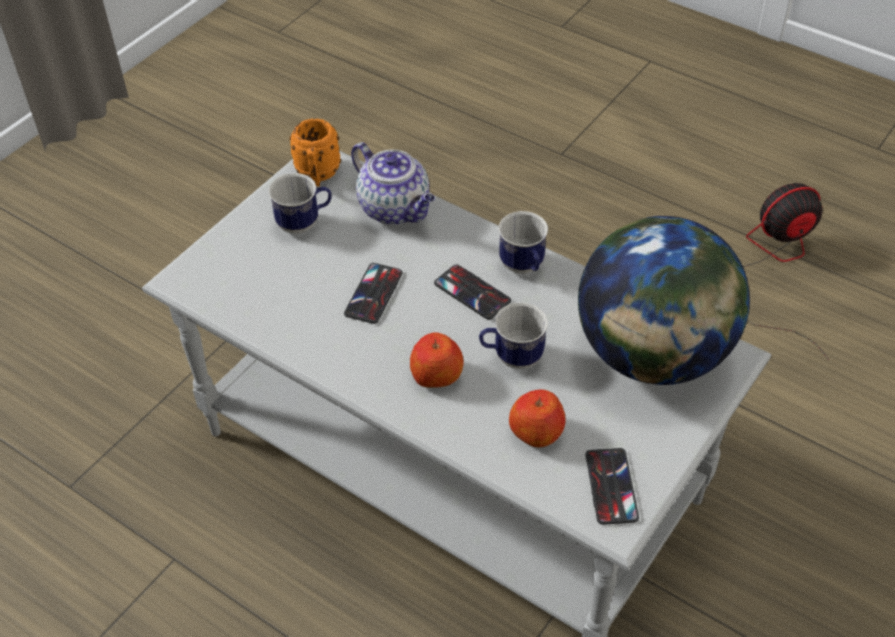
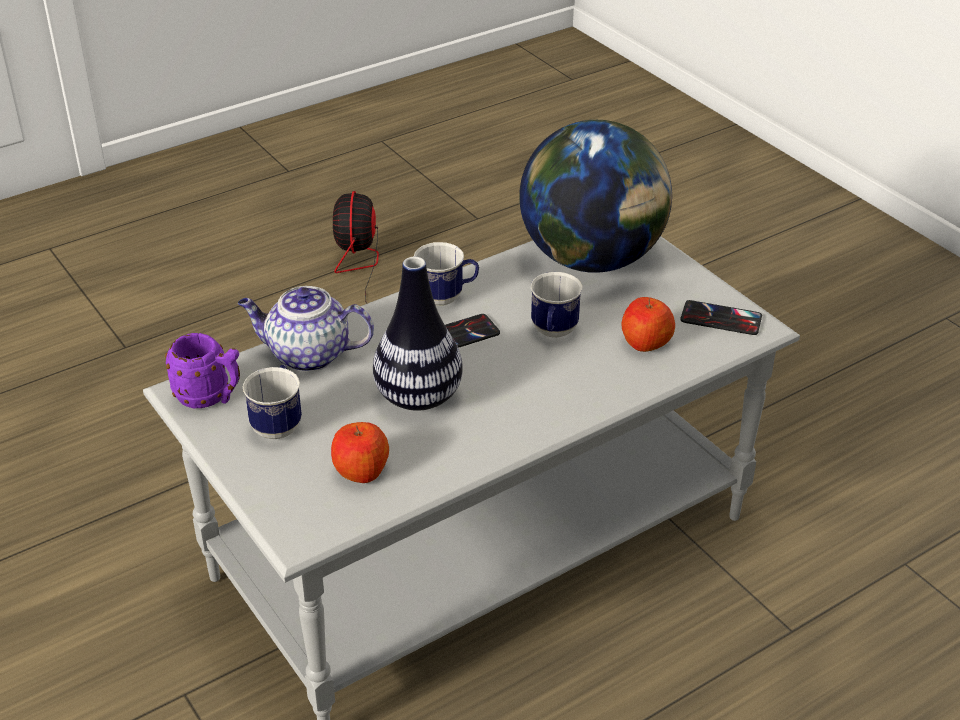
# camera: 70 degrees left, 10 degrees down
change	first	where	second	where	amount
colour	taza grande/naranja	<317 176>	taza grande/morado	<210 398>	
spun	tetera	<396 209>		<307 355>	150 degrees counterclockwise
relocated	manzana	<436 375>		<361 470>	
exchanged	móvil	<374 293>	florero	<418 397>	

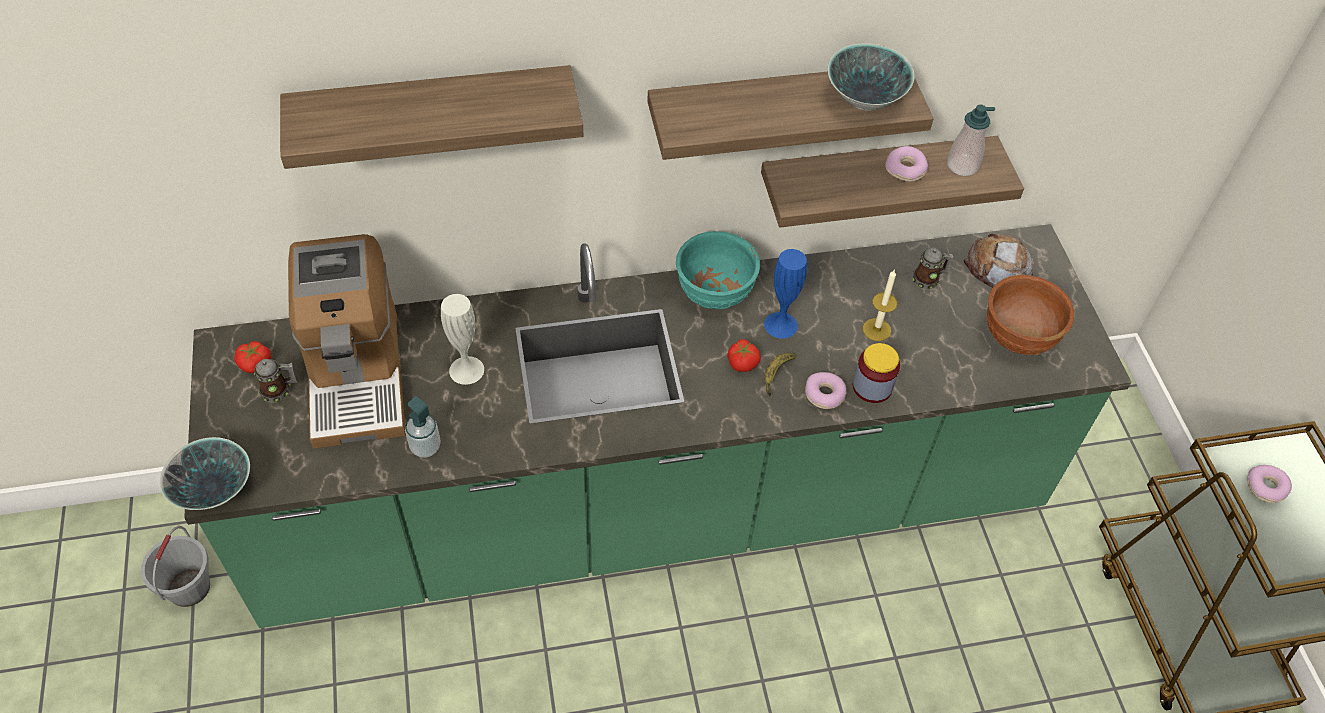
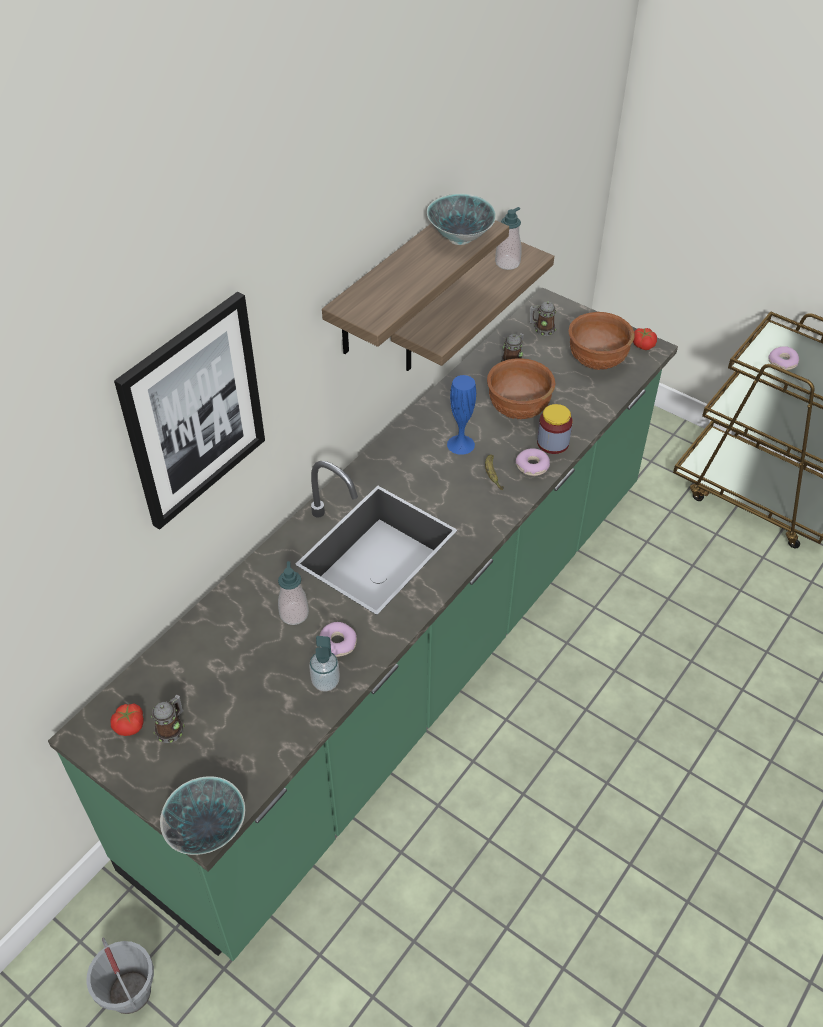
# camera: 40 degrees left, 5 degrees down
change	first	where	second	where	amount
exchanged	estante	<433 115>	cuadro	<193 411>	
exchanged	florero/blanco	<466 370>	dispensador de jabón	<294 614>	
relocated	rosquilla	<905 169>		<338 643>	
exchanged	vela	<876 329>	cuenco/marrón	<518 409>	
exchanged	pan	<997 266>	taza grande	<542 329>	
relocated	tomate	<743 362>		<643 345>	
missing	cafetera	<356 375>			
missing	cuenco/turquesa	<713 293>			

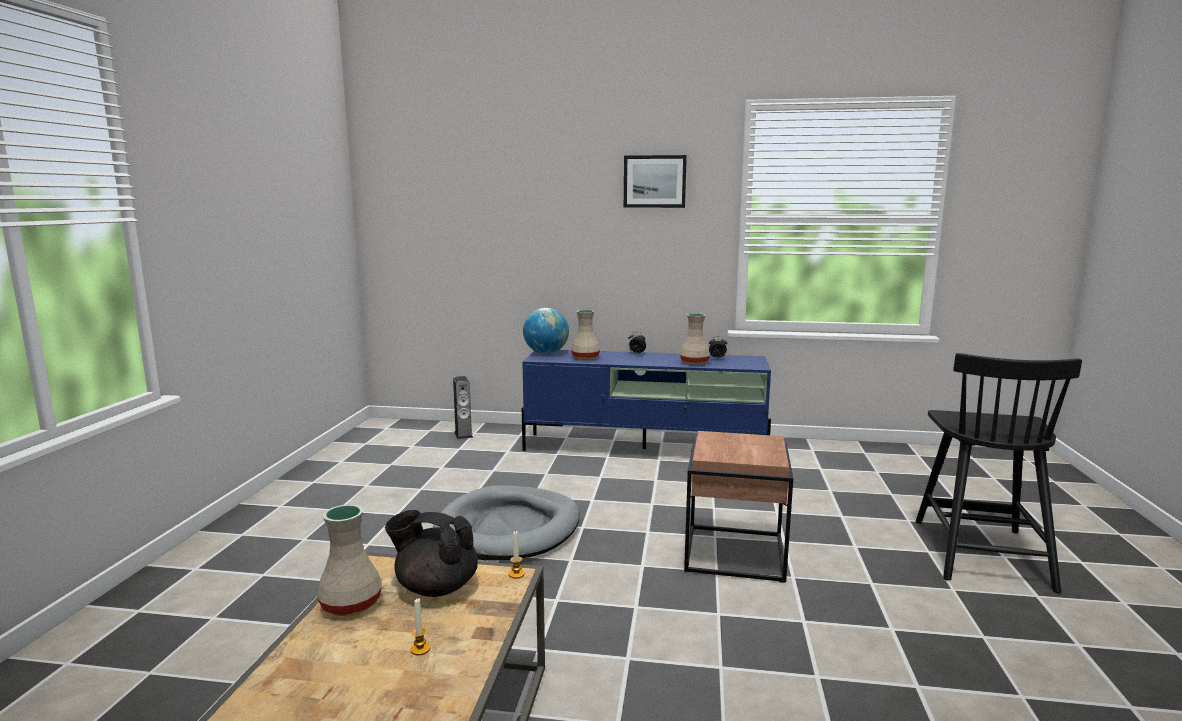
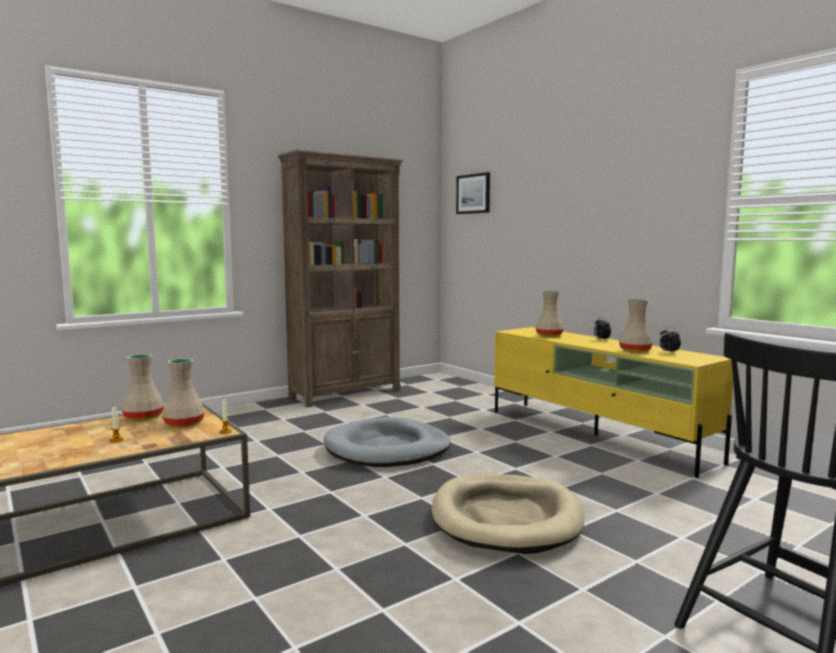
# camera: 45 degrees right, 5 degrees down
change	first	where	second	where	amount
exchanged	tetera/negro	<436 587>	florero/beis	<184 424>	
appeared			estantería/marrón	<346 394>	
exchanged	mesa auxiliar/marrón	<733 552>	cama para perro/beis	<506 518>	
relocated	cuadro	<654 181>		<473 194>	
colour	mueble de televisión/azul	<645 448>	mueble de televisión/amarillo	<596 435>	
missing	altavoz	<463 434>			
missing	globo terráqueo	<546 353>			

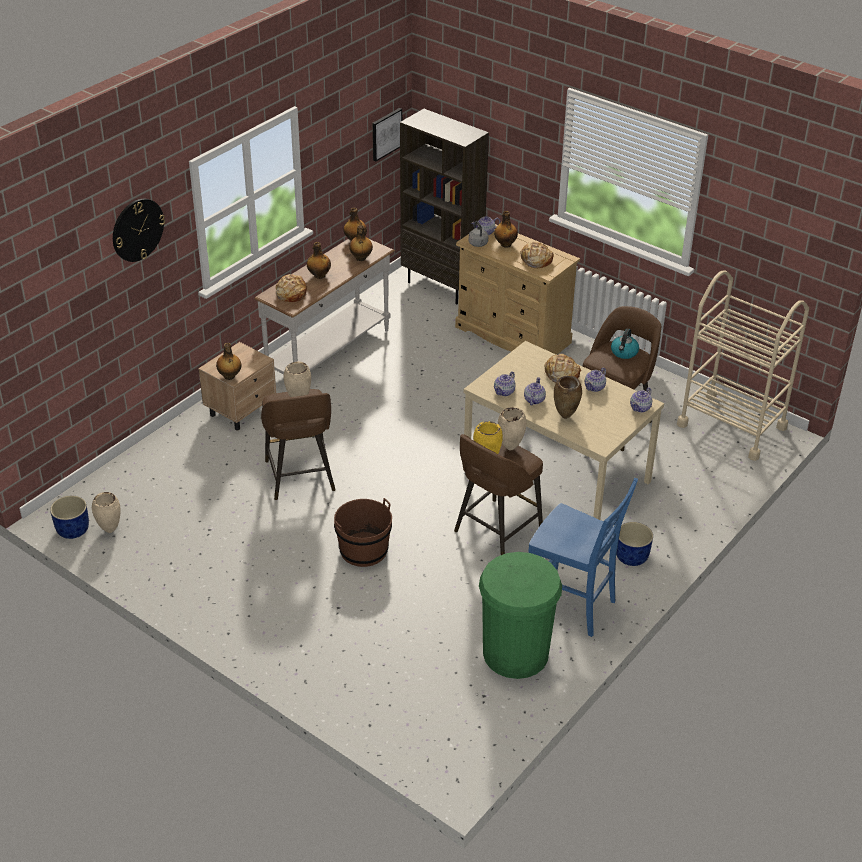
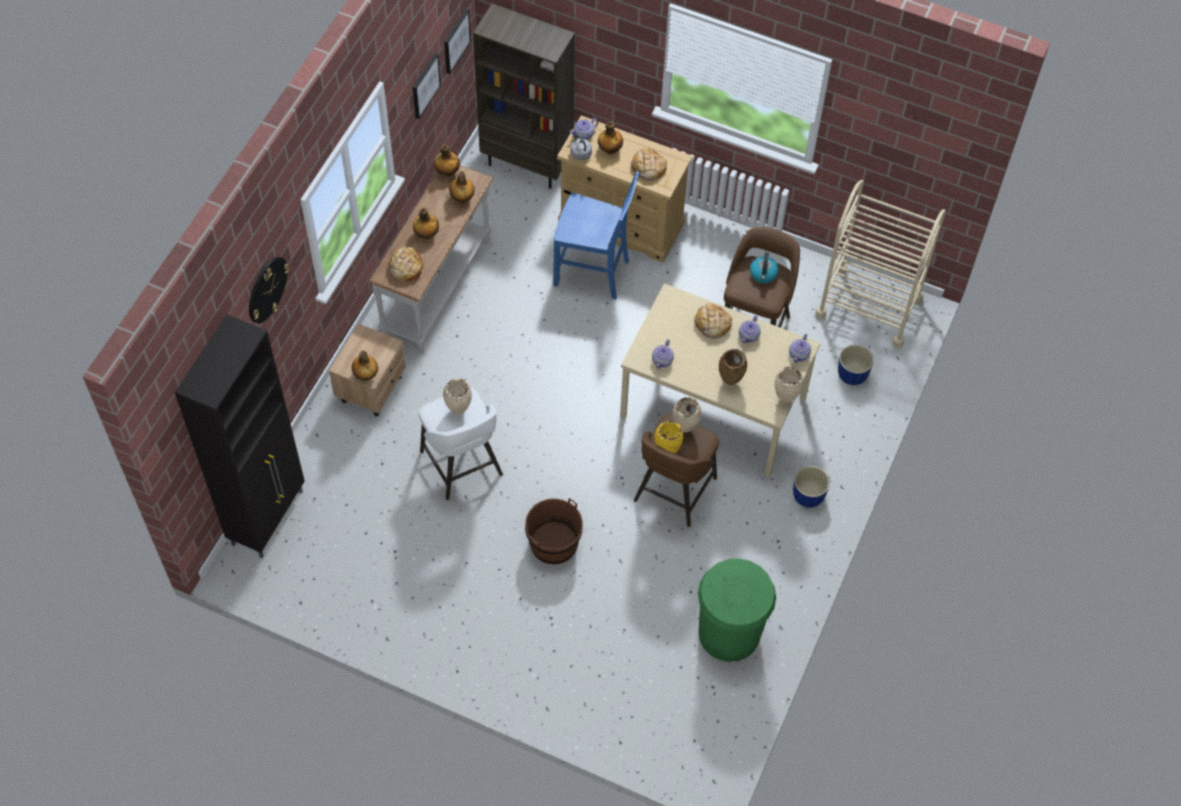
# camera: 15 degrees left, 20 degrees up
change	first	where	second	where	amount
appeared			armario/negro	<269 517>	
appeared			cuadro	<424 85>	
colour	taburete/marrón	<300 477>	taburete/blanco	<462 465>	
relocated	silla/azul	<572 606>		<593 273>	
relocated	florero/beis	<109 530>		<785 399>	
relocated	maceta/azul	<72 530>		<851 374>	
missing	tetera	<534 400>			

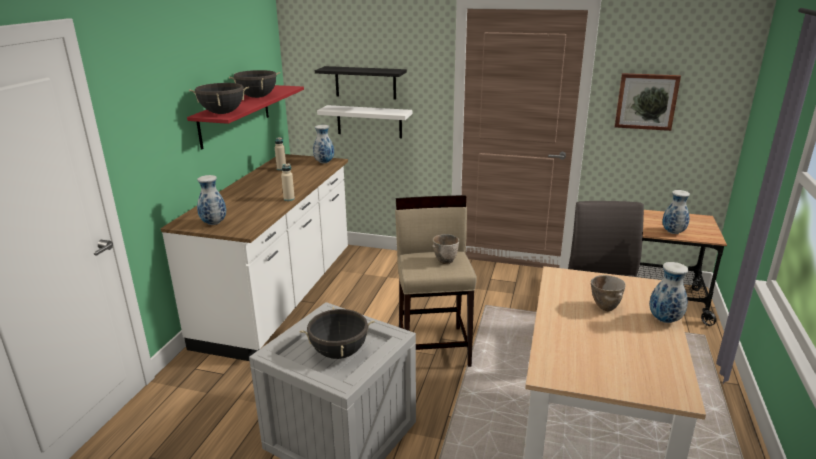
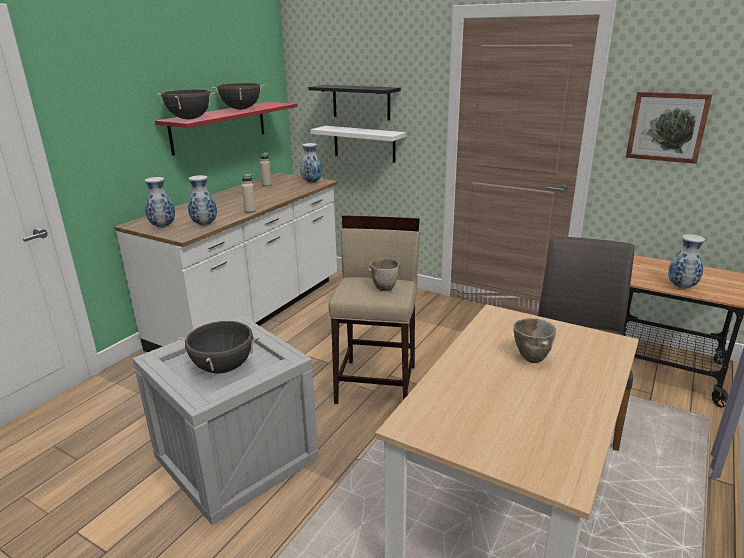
# camera: 15 degrees right, 0 degrees up
change	first	where	second	where	amount
relocated	florero	<664 320>		<204 224>	

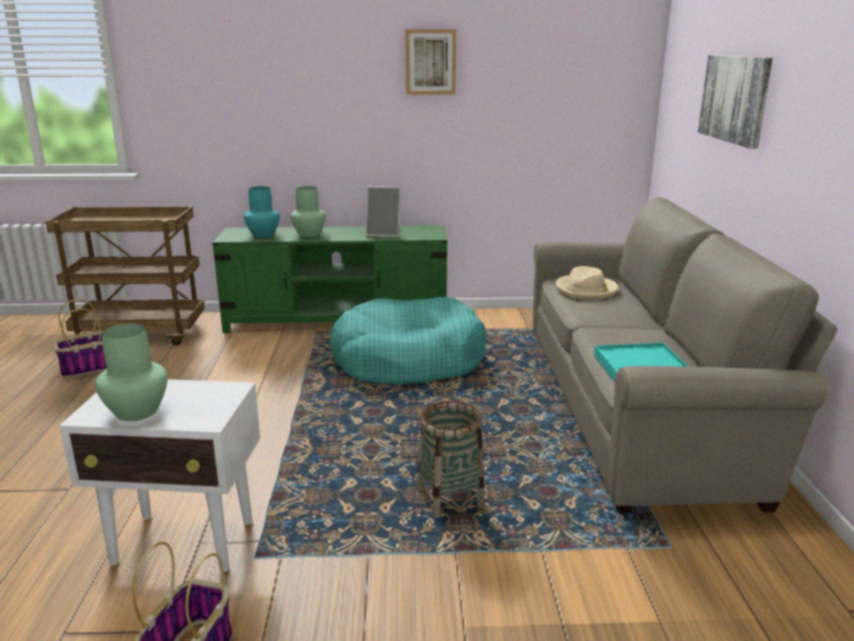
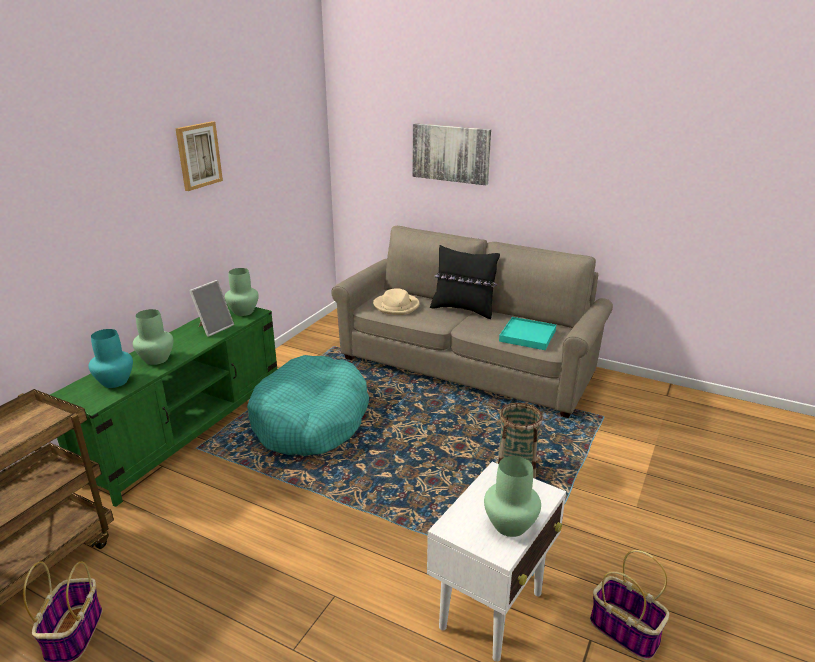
# camera: 60 degrees left, 5 degrees up
change	first	where	second	where	amount
appeared			florero/verde	<243 312>	
appeared			cojín/negro	<463 309>	

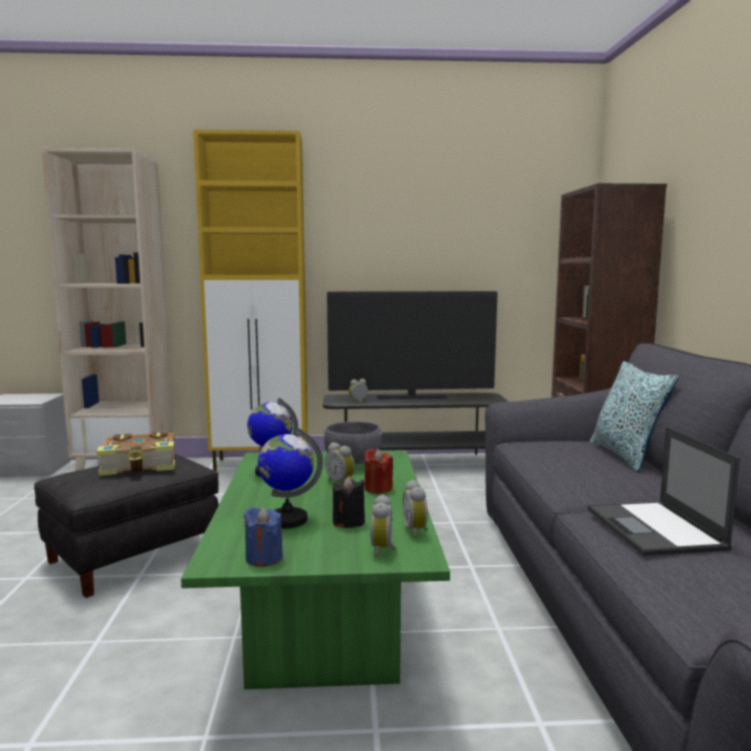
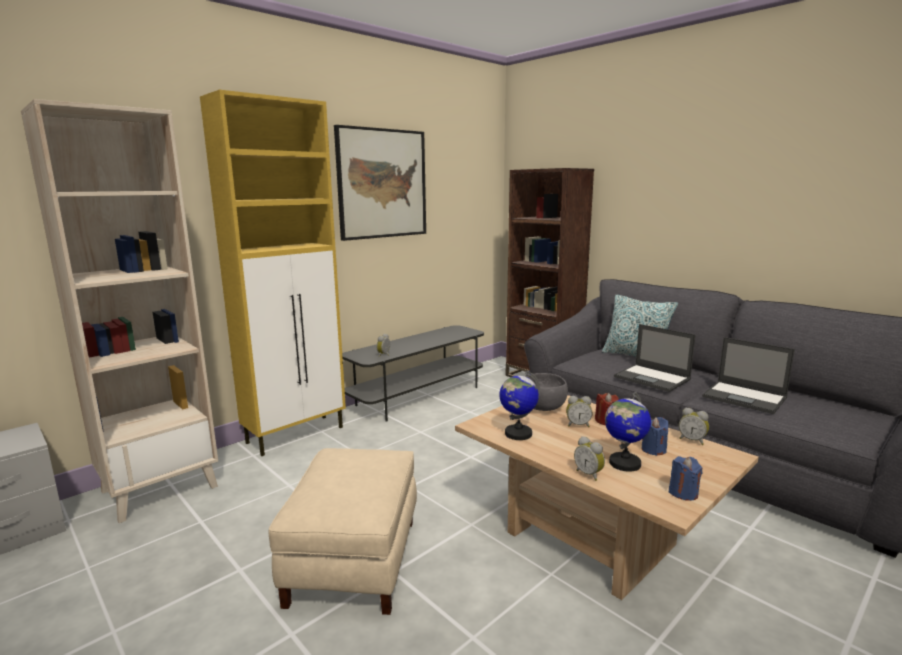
# camera: 40 degrees left, 5 degrees up
change	first	where	second	where	amount
colour	puf/negro	<133 557>	puf/beis	<355 561>	
appeared			cuadro	<382 184>	
colour	mesa de centro/verde	<325 631>	mesa de centro/beis	<590 538>	
relocated	despertador	<384 549>		<589 474>	
appeared			portátil	<653 378>	
colour	vela/negro	<348 522>	vela/azul	<653 450>	
missing	libro	<141 465>			
missing	televisor	<411 397>			

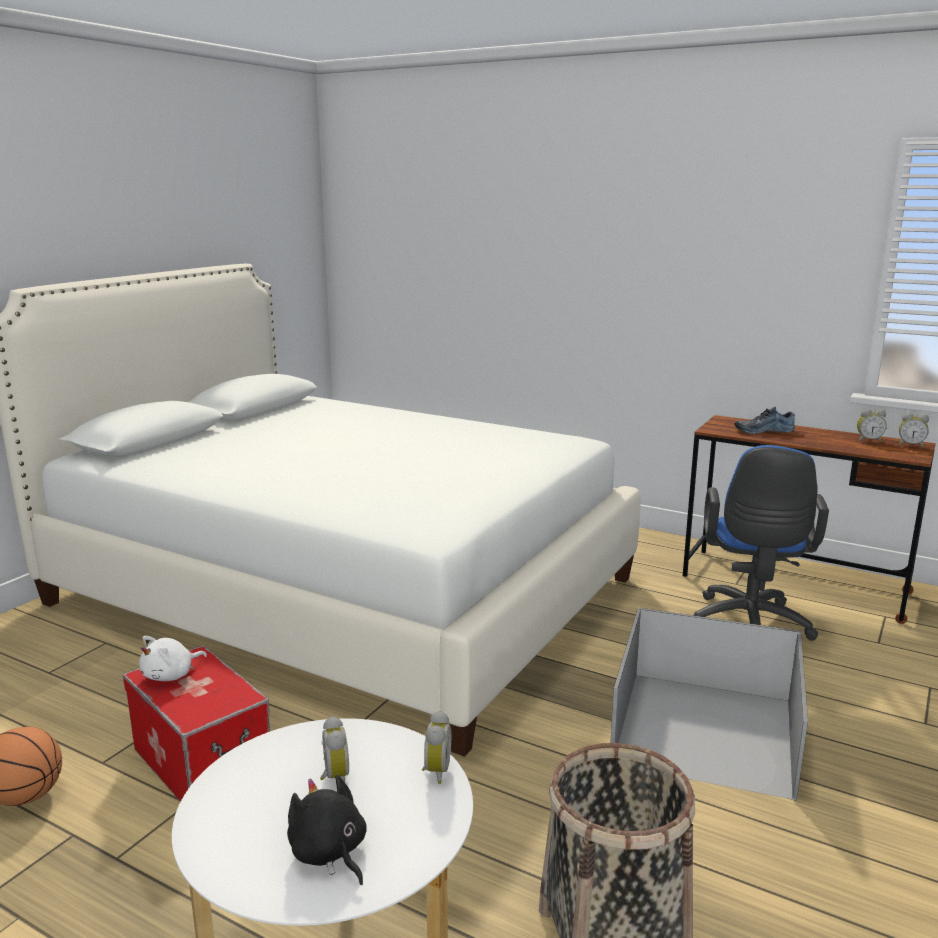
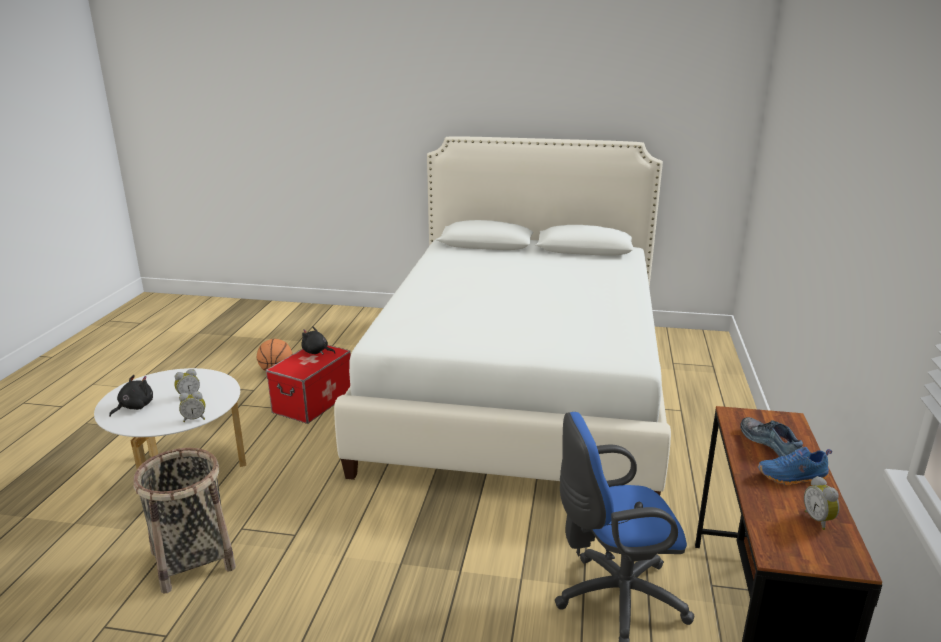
# camera: 70 degrees right, 5 degrees up
change	first	where	second	where	amount
colour	peluche/blanco	<171 675>	peluche/negro	<316 352>	
appeared			zapato/azul	<792 477>	
missing	caja de almacenaje/turquesa	<702 730>			
missing	despertador	<910 445>			

